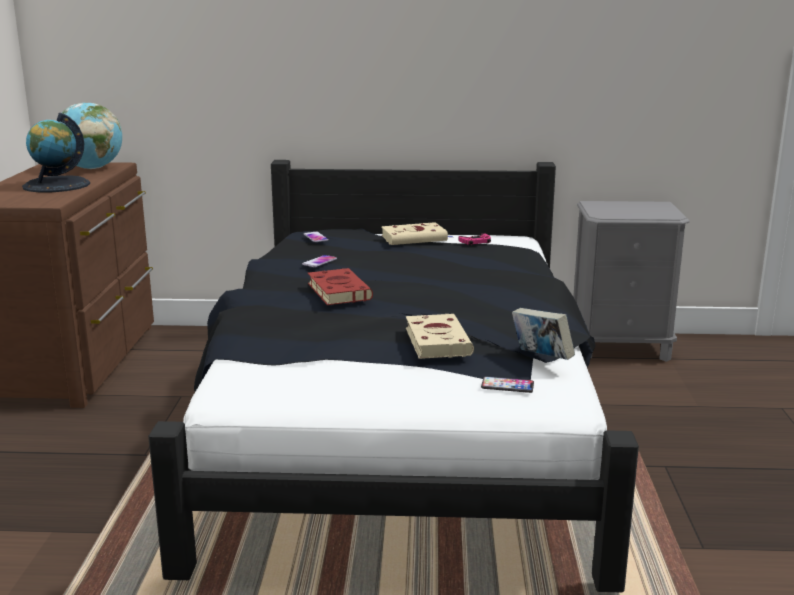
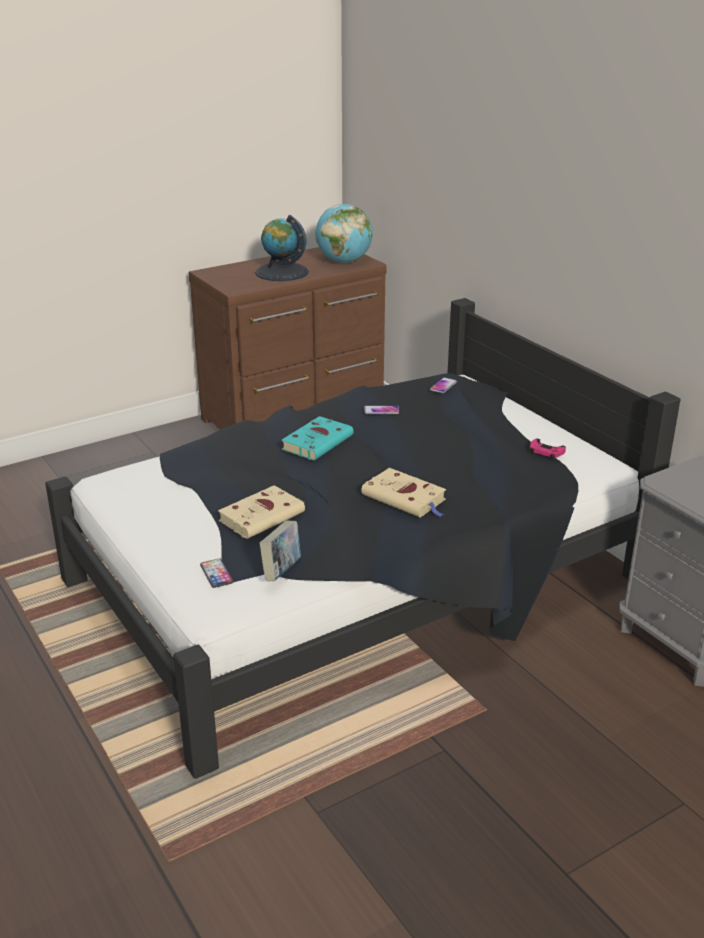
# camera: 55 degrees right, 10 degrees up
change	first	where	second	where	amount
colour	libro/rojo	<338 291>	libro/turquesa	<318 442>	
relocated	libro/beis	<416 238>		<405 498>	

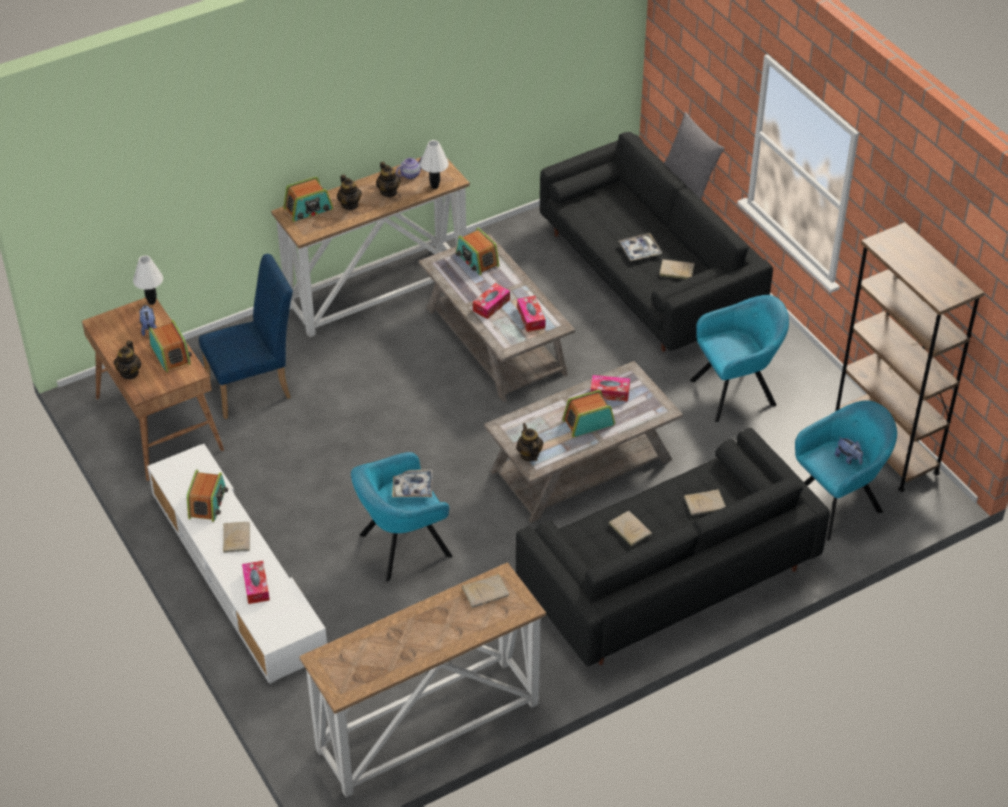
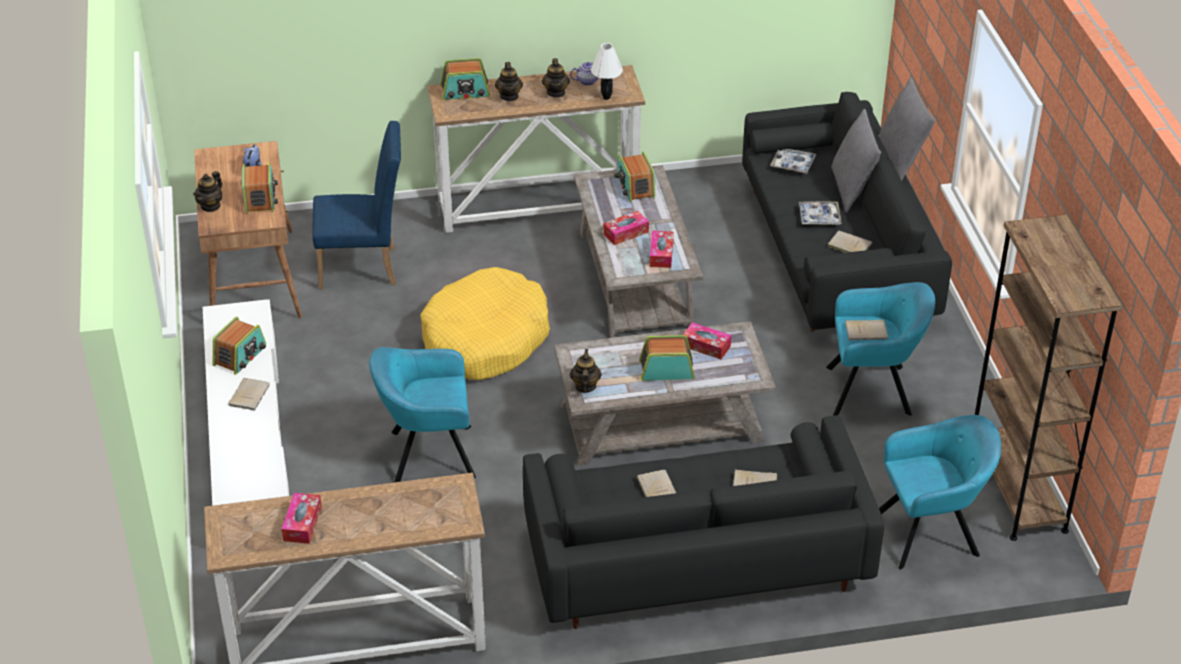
# camera: 20 degrees right, 5 degrees down
change	first	where	second	where	amount
relocated	caja de pañuelos	<256 586>		<302 524>	
appeared			cama para perro/amarillo	<485 340>	
relocated	bandeja	<412 487>		<793 164>	
appeared			cojín/gris	<852 189>	
relocated	libro/beis	<487 592>		<867 331>	
missing	lámpara de mesa/blanco	<151 302>			
missing	peluche	<848 459>			

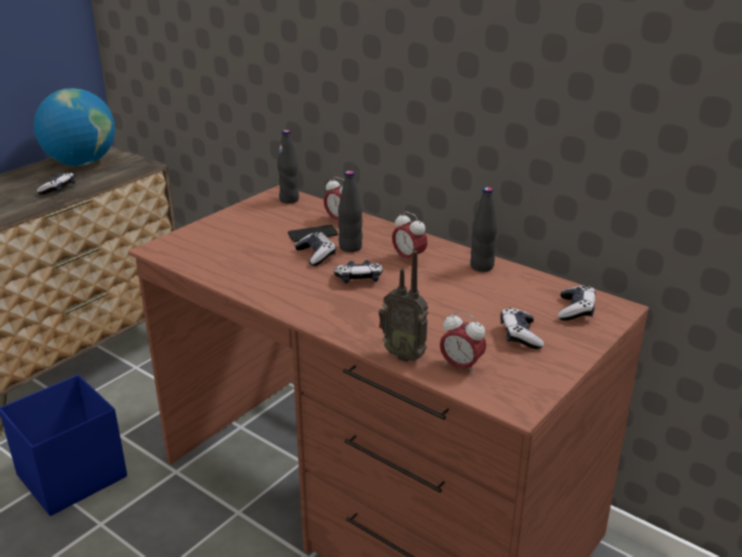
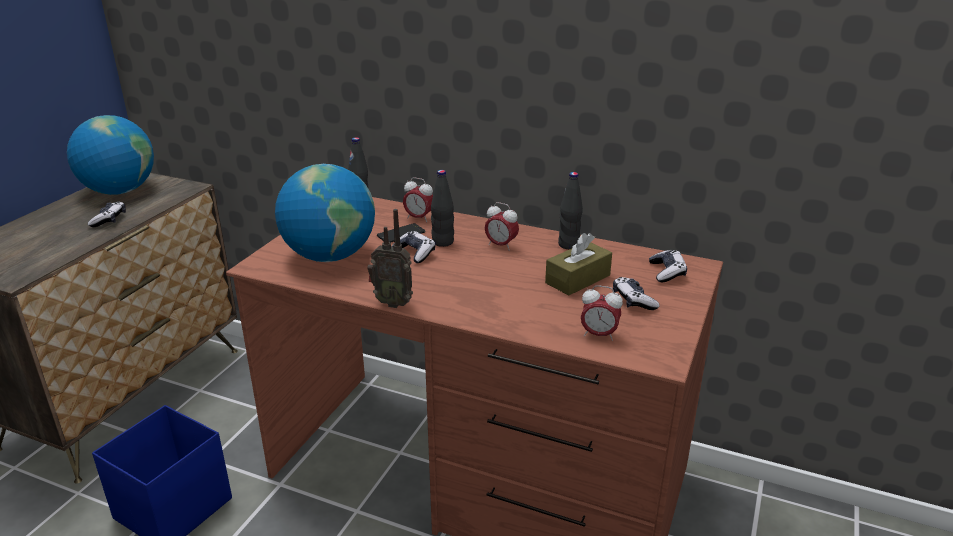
# camera: 15 degrees left, 0 degrees up
change	first	where	second	where	amount
appeared			globo terráqueo	<329 256>	
relocated	radio	<404 355>		<393 302>	
appeared			caja de pañuelos/marrón	<577 279>	
missing	mando de consola	<359 279>			

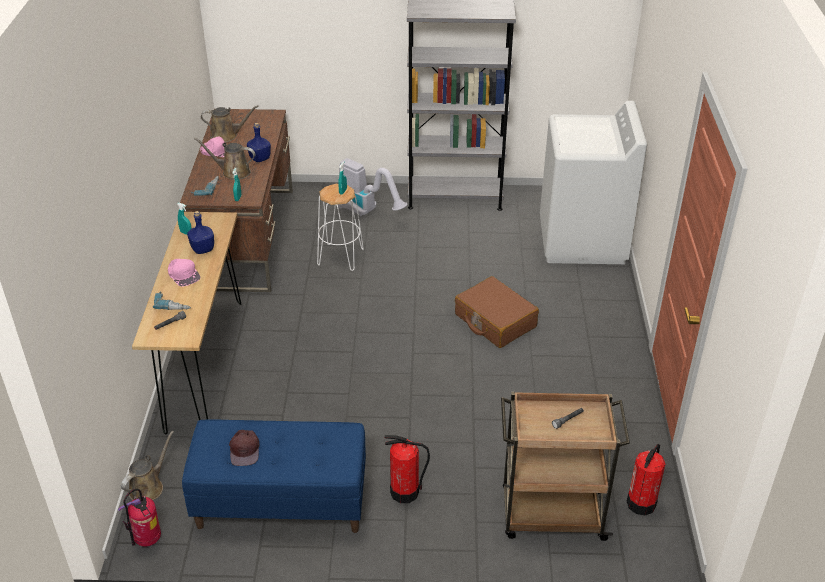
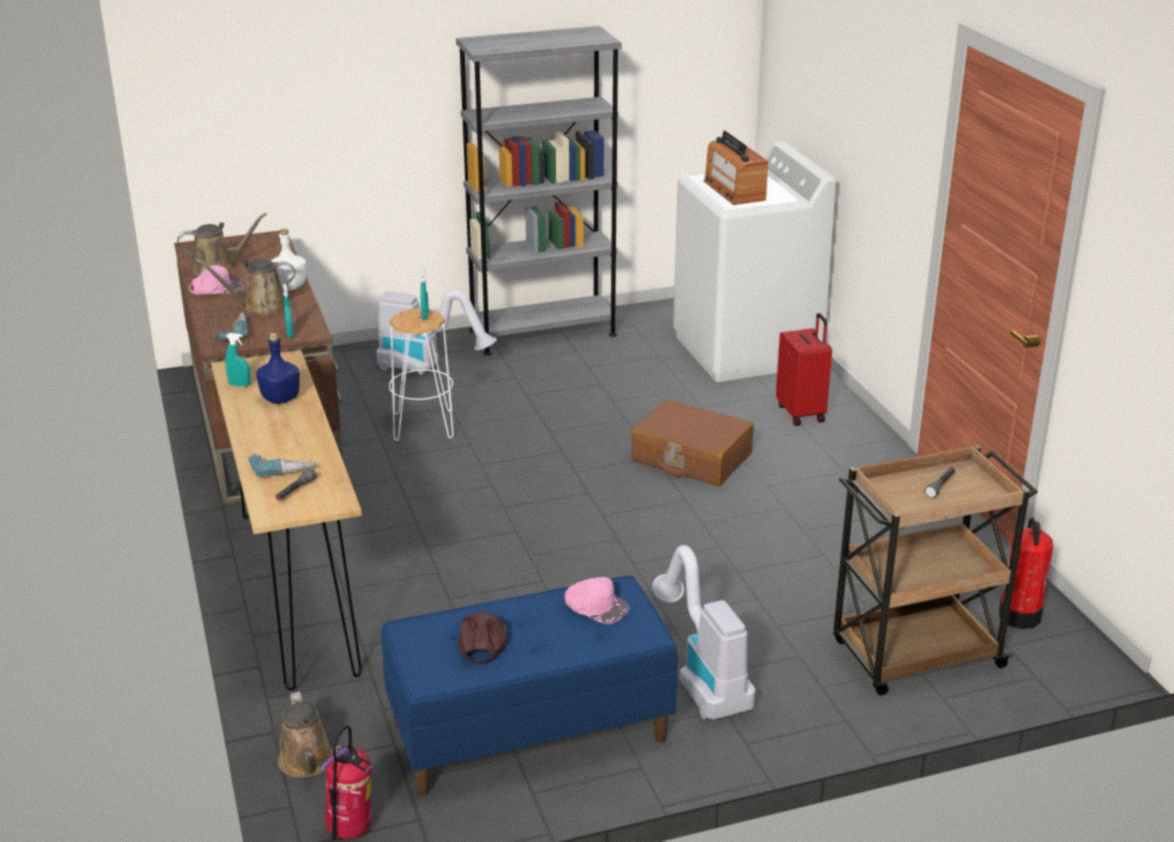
# camera: 20 degrees left, 10 degrees down
change	first	where	second	where	amount
colour	botella/azul	<260 159>	botella/blanco	<290 287>	
spun	regadera/marrón	<148 487>		<307 763>	150 degrees clockwise
spun	gorra/marrón	<245 449>		<482 642>	150 degrees counterclockwise
relocated	gorra/rosa	<183 274>		<596 605>	
exchanged	extintor	<405 492>	aspiradora	<701 677>	
appeared			radio	<734 190>	
appeared			maleta/rojo	<802 413>	

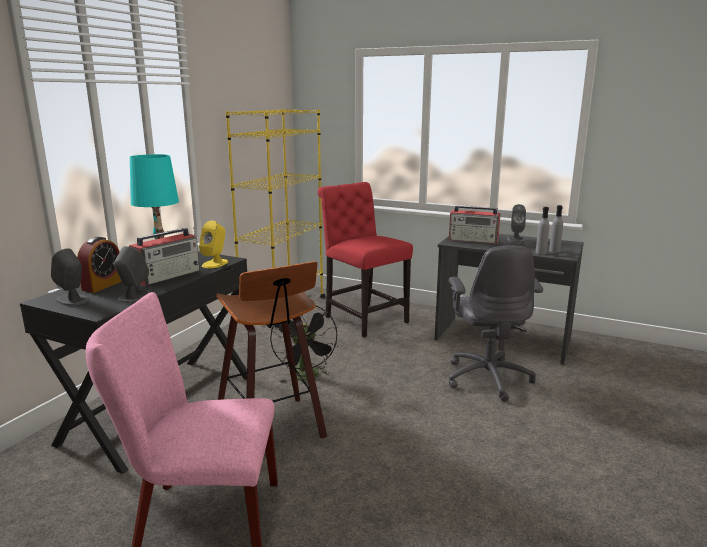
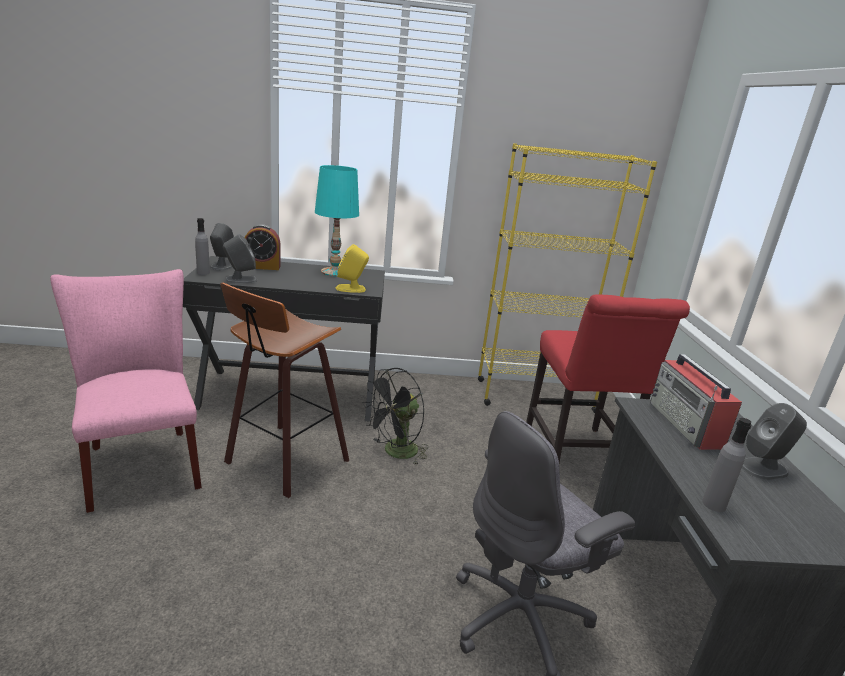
# camera: 60 degrees right, 5 degrees up
change	first	where	second	where	amount
relocated	botella/gris	<554 251>		<203 272>	
spun	silla/rojo	<363 318>		<576 456>	150 degrees clockwise
missing	radio	<169 276>			

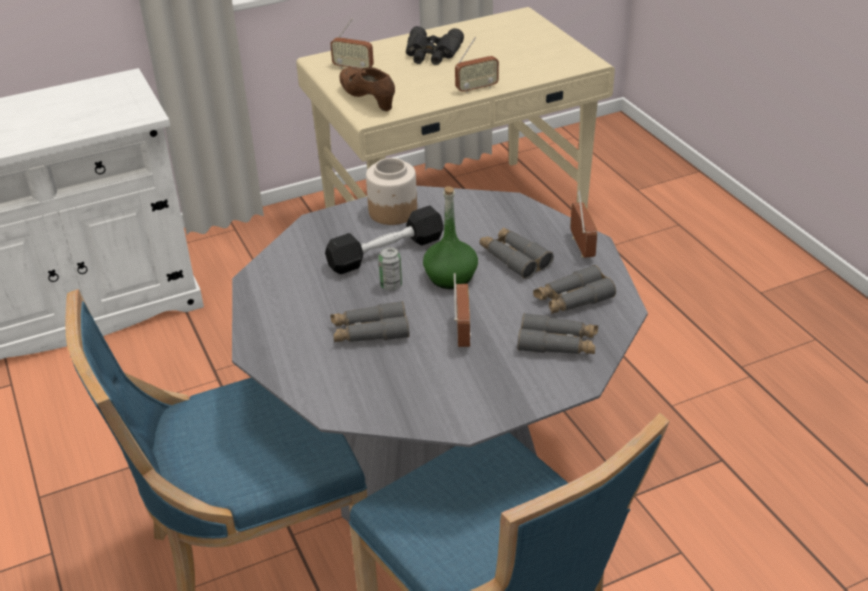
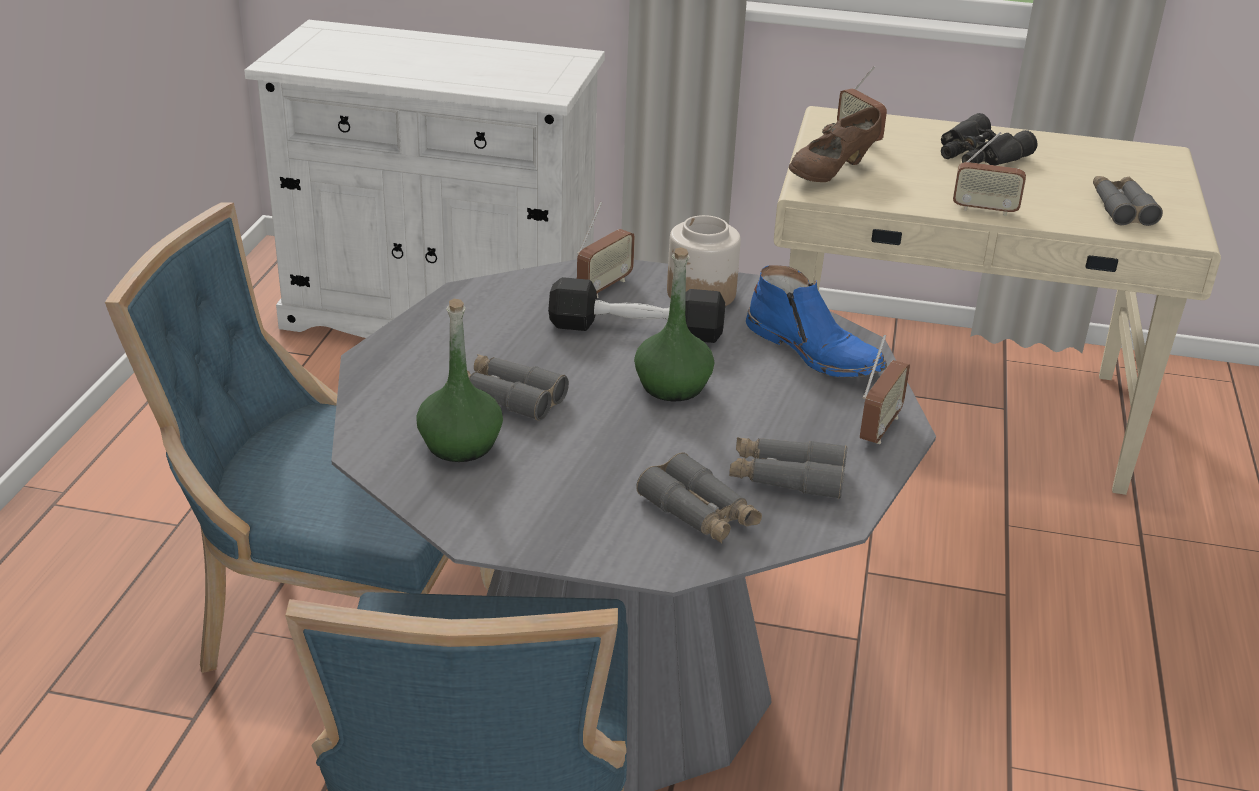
# camera: 35 degrees right, 5 degrees down
change	first	where	second	where	amount
appeared			botella/verde	<461 444>	
relocated	radio	<462 333>		<604 287>	
appeared			bota/azul	<815 351>	
spun	zapato/marrón	<368 100>		<831 173>	135 degrees counterclockwise
relocated	prismáticos/gris	<514 258>		<1122 208>	
missing	lata	<391 285>			

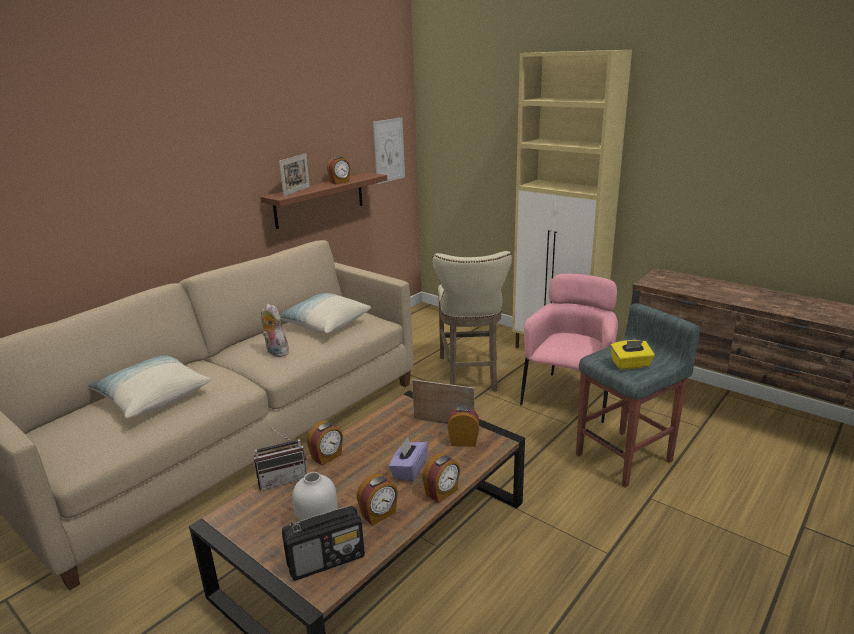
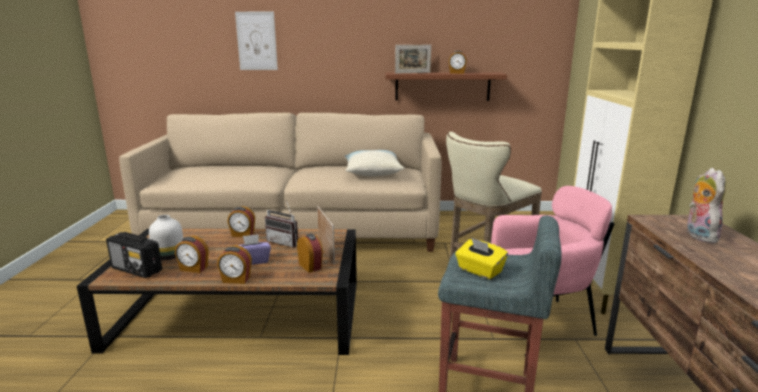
# camera: 50 degrees right, 5 degrees down
change	first	where	second	where	amount
relocated	cuadro	<389 150>		<256 41>	
relocated	radio	<282 478>		<285 242>	
relocated	peluche	<275 352>		<698 235>	
missing	cojín	<152 398>			

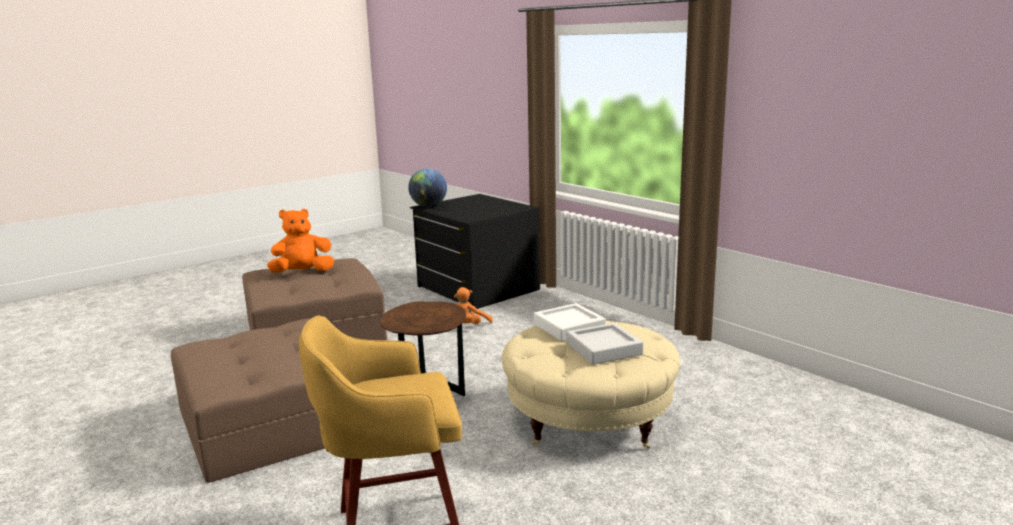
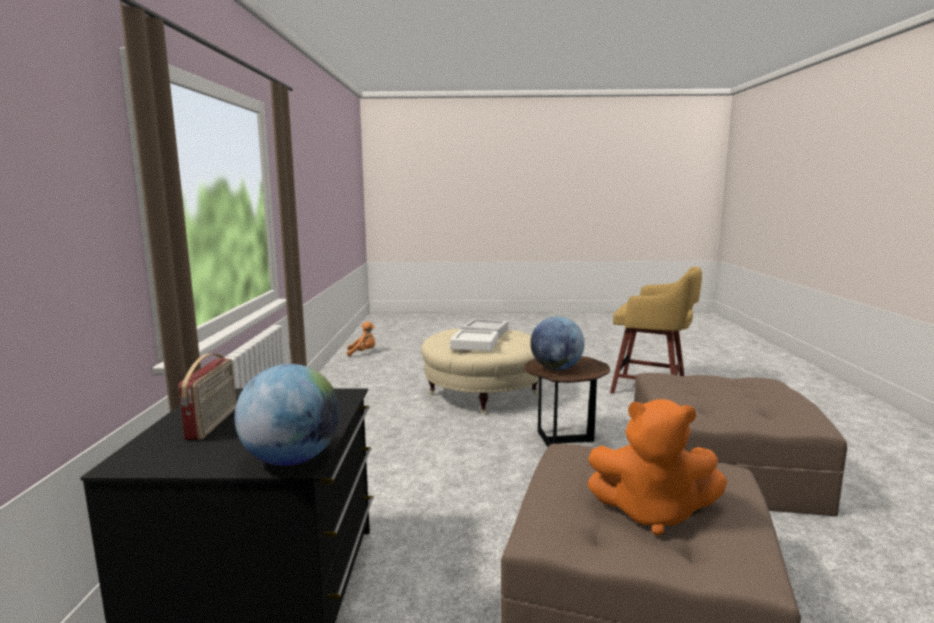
# camera: 140 degrees left, 5 degrees down
change	first	where	second	where	amount
appeared			radio	<213 423>	
relocated	peluche/naranja	<470 326>		<363 353>	
appeared			globo terráqueo	<556 368>	

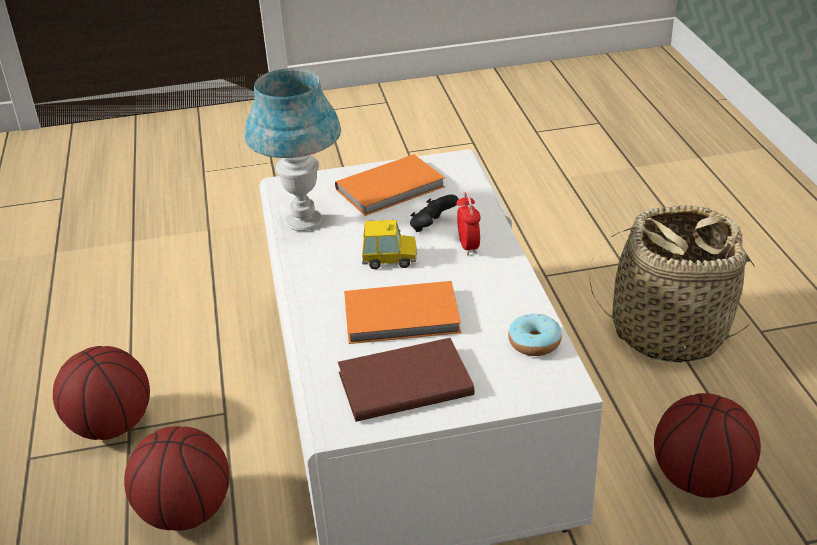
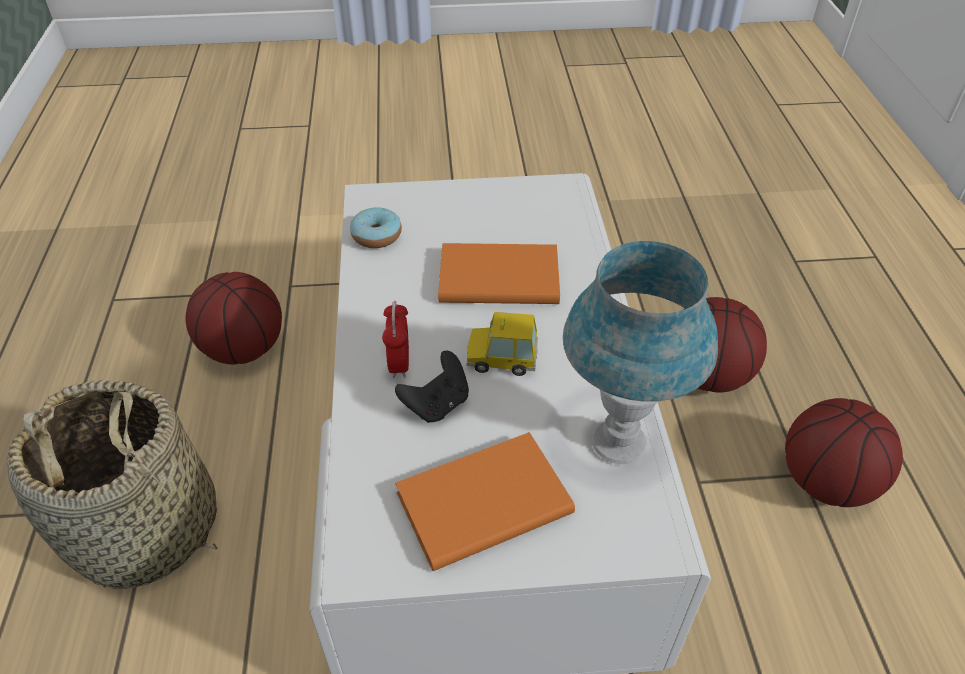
# camera: 175 degrees left, 10 degrees up
change	first	where	second	where	amount
missing	libro/marrón	<402 382>			

